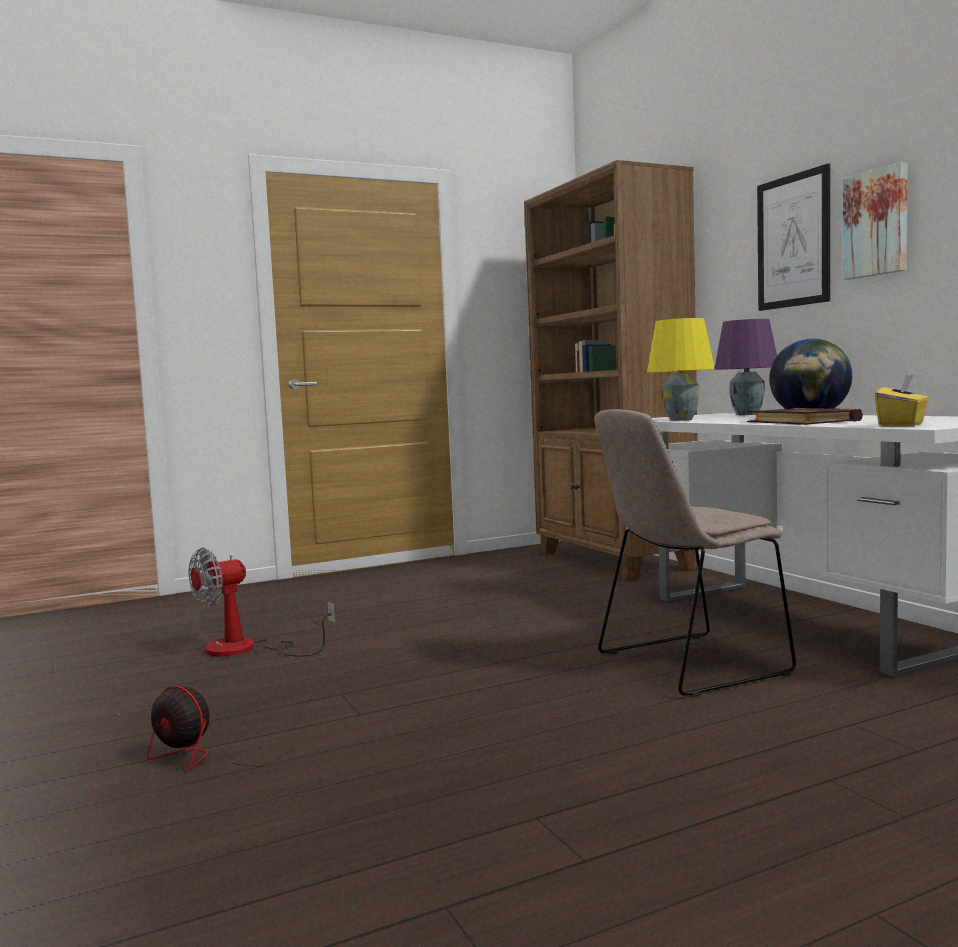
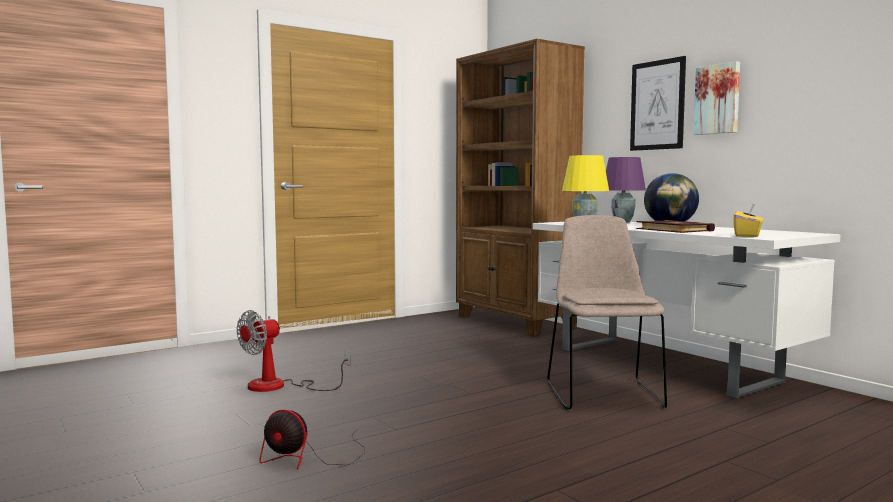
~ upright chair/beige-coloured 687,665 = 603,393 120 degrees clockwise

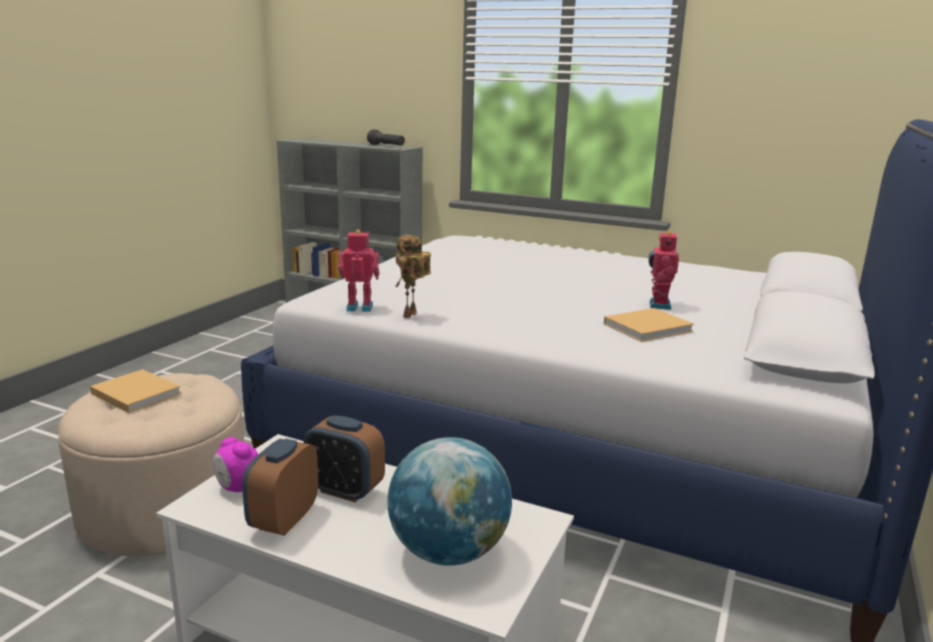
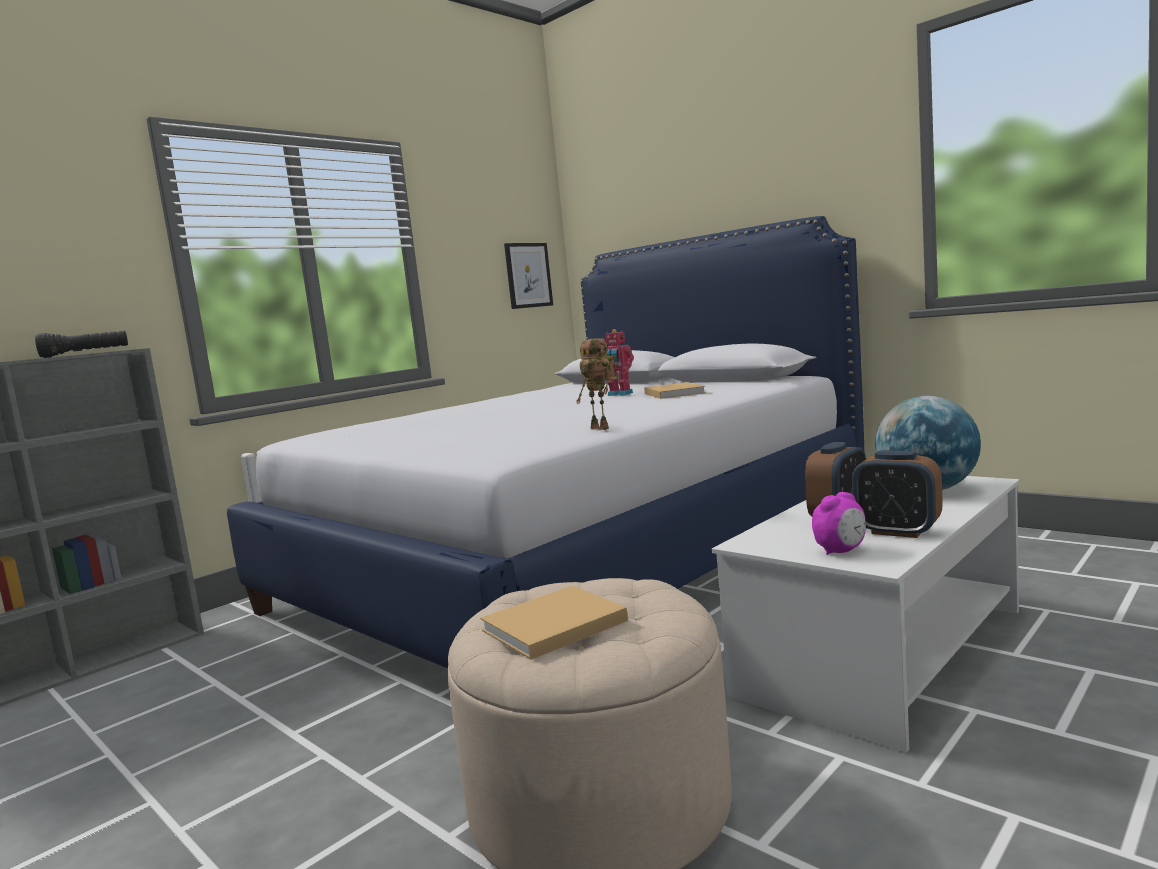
+ wall picture 528,275
- toy robot 360,307

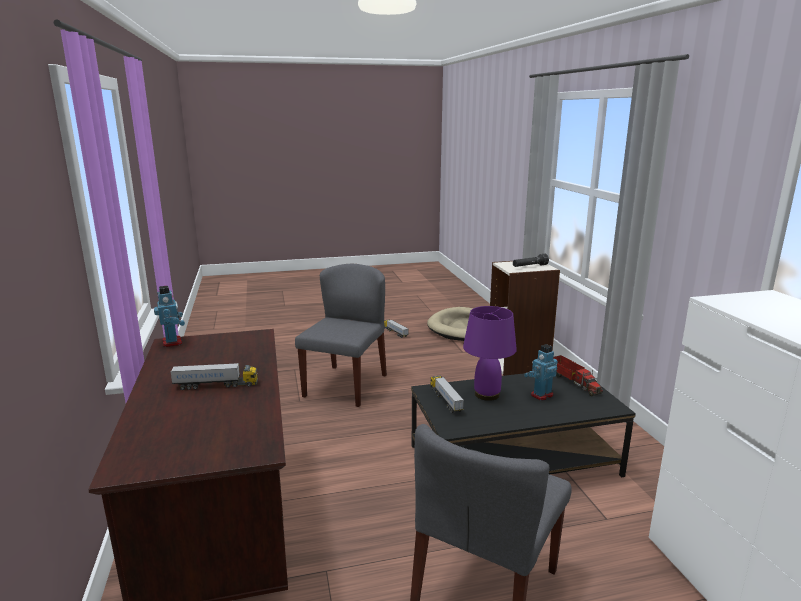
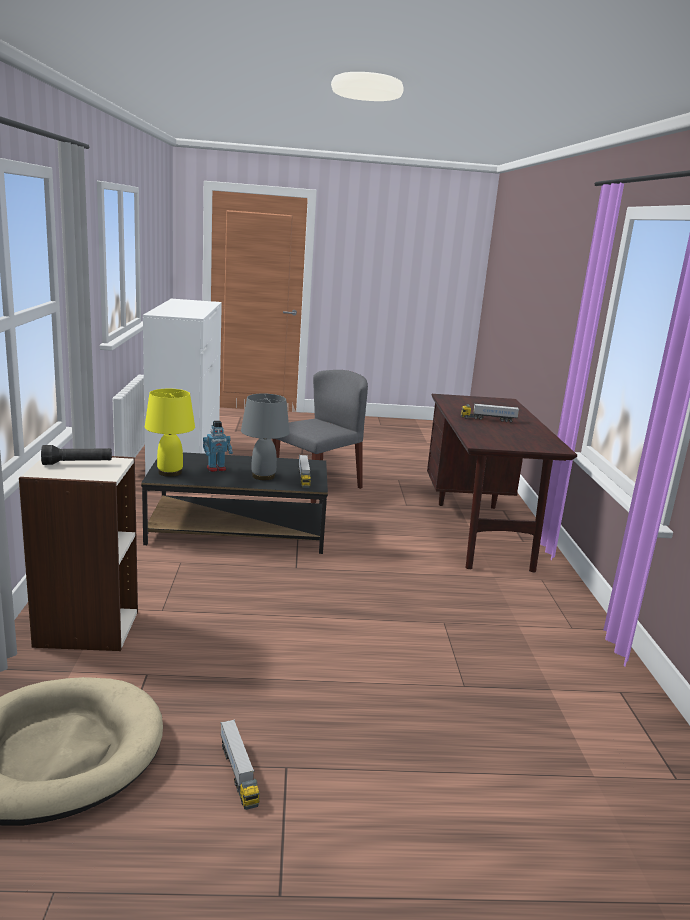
~ toy truck 573,382 to table lamp/yellowish 170,472
~ table lamp/purple-coloured 487,394 to table lamp/gray 263,476
- toy robot 173,342
- upright chair/gray 345,385

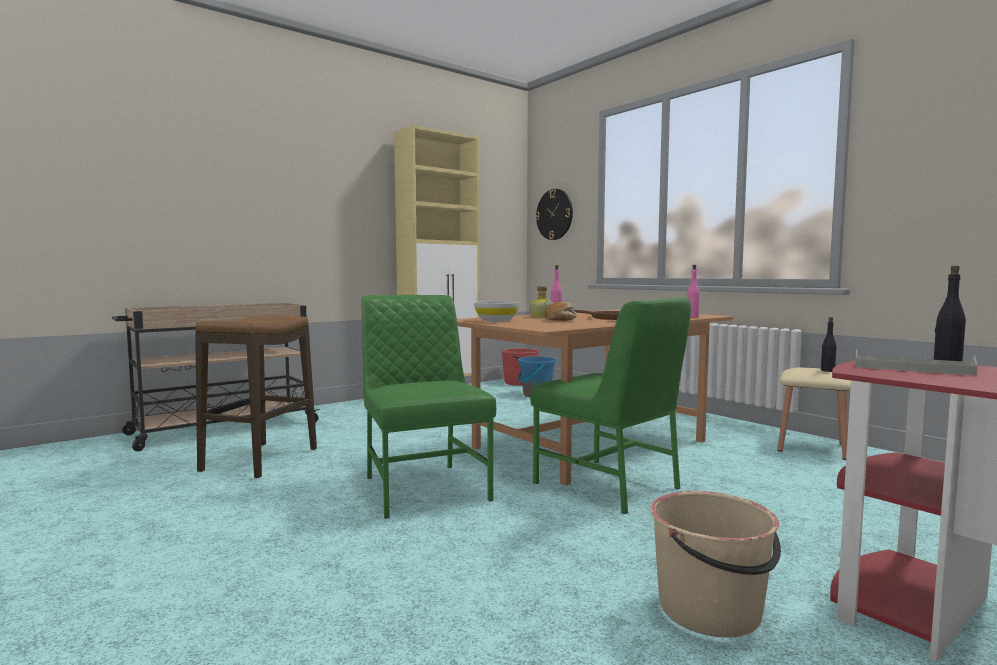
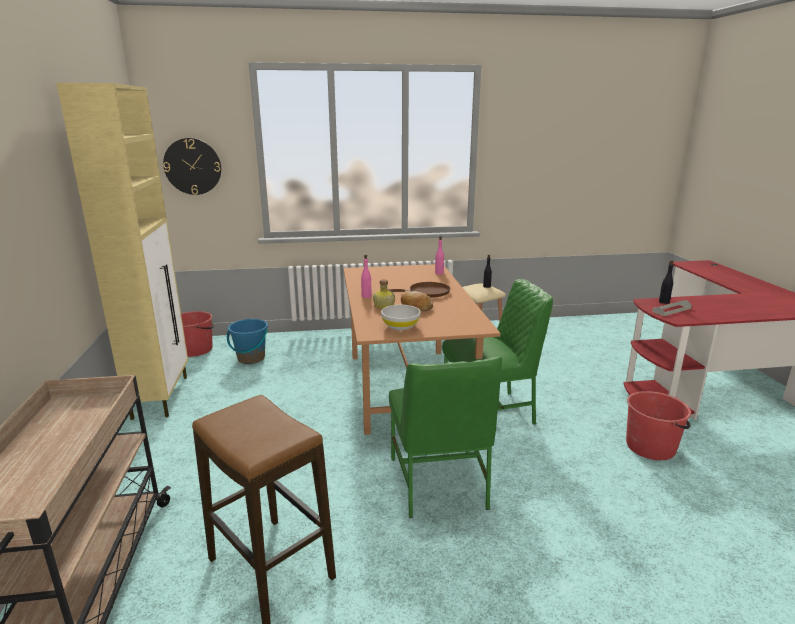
~ upright chair/greenish 424,487 = 439,483 105 degrees counterclockwise
~ bucket/beige-coloured 711,610 to bucket/red-coloured 651,447

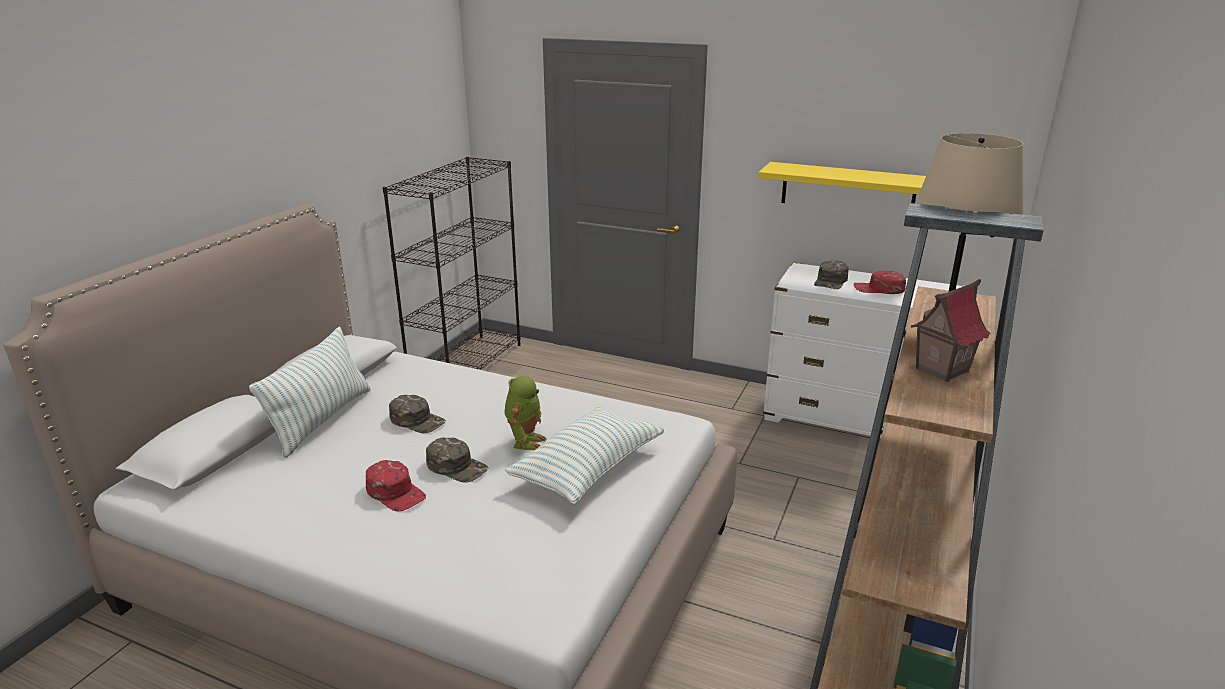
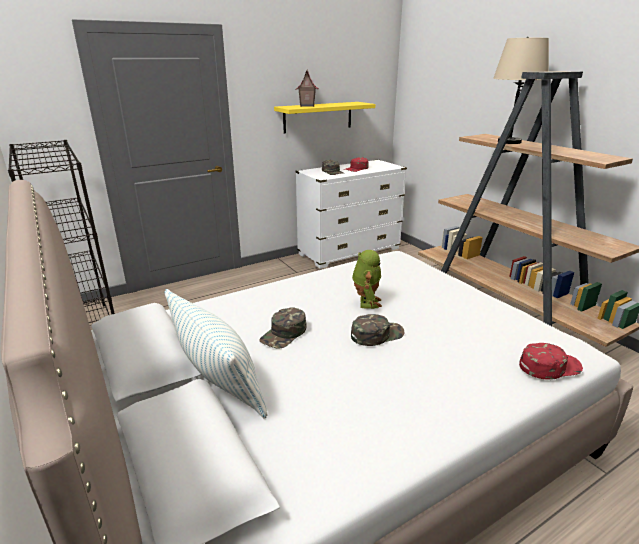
~ baseball cap/greenish 417,420 = 284,334 150 degrees clockwise
~ miniature house 941,369 to 307,106
~ toy robot 525,441 = 366,302 45 degrees clockwise
~ baseball cap/red-coloured 396,492 to 549,366
- throw pillow 588,469

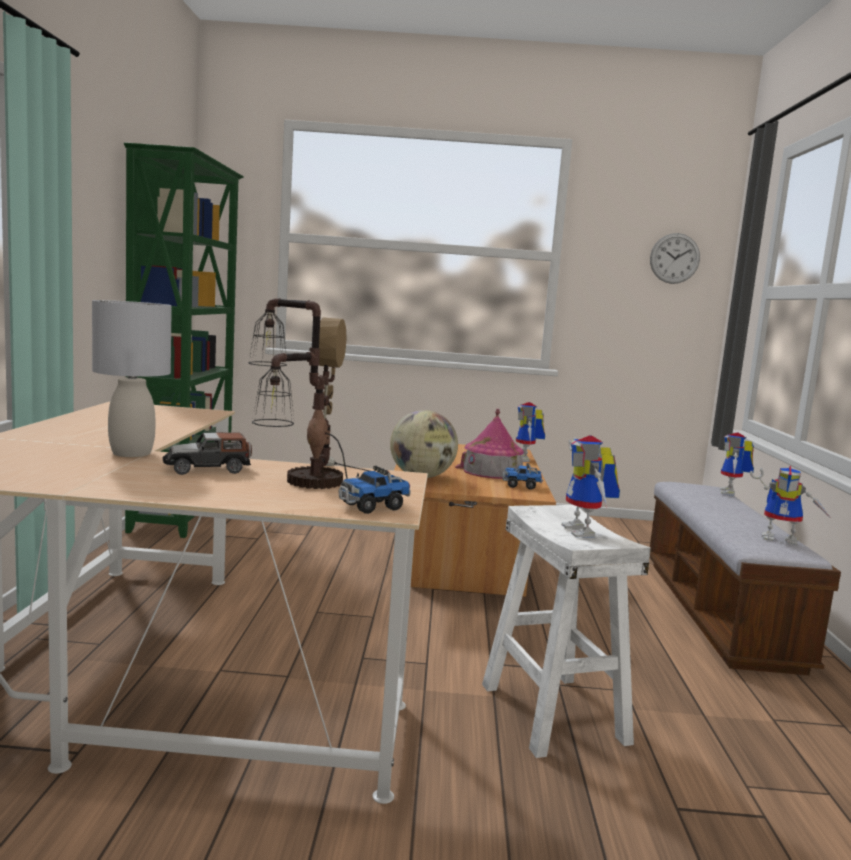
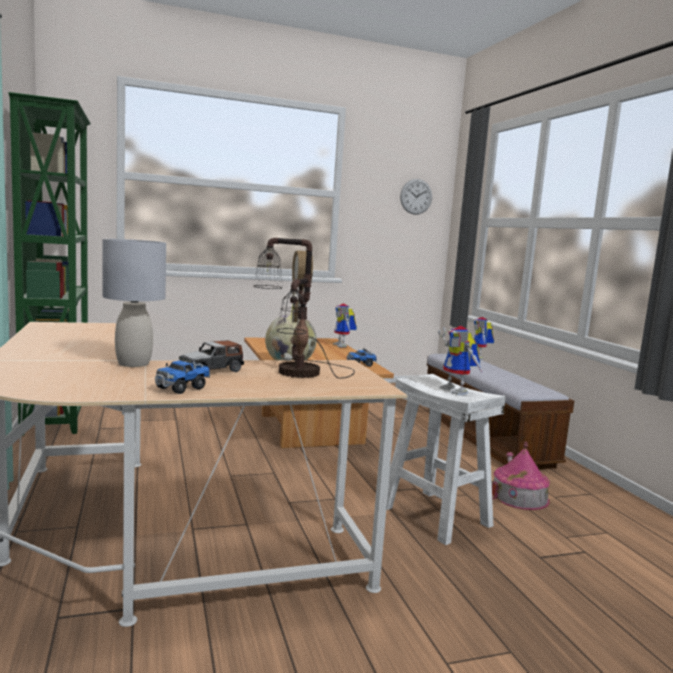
~ toy truck 373,506 to 181,388
~ miniature house 492,471 to 519,496
- toy robot 782,539

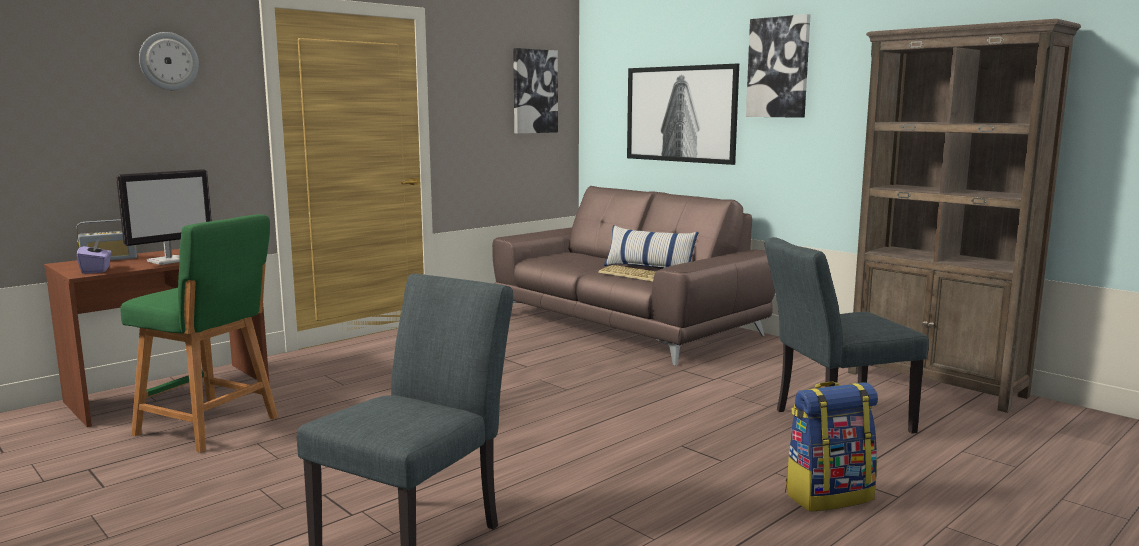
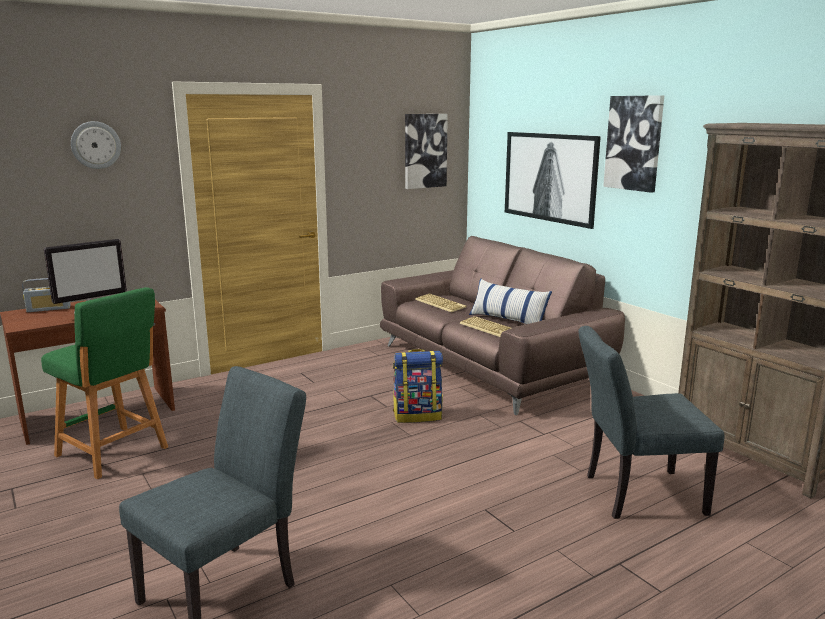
~ knapsack 828,496 to 418,415
+ keyboard 441,304
- tissue box/purple-coloured 96,270

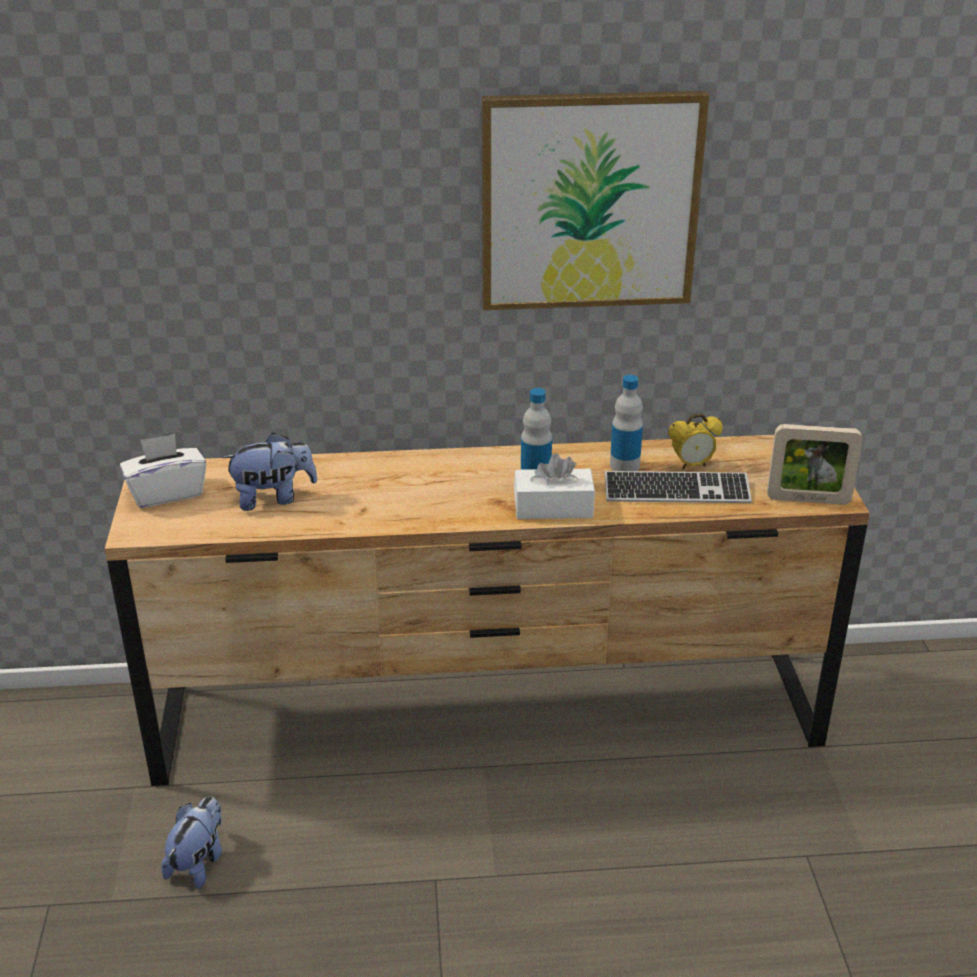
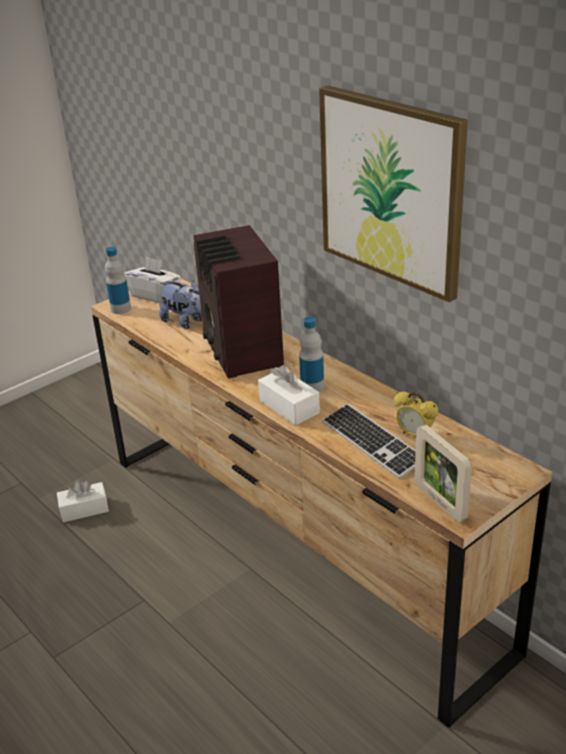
~ cuddly toy 199,862 to tissue box/whitish 84,509
~ bottle 624,466 to 121,309
+ radio set 241,352

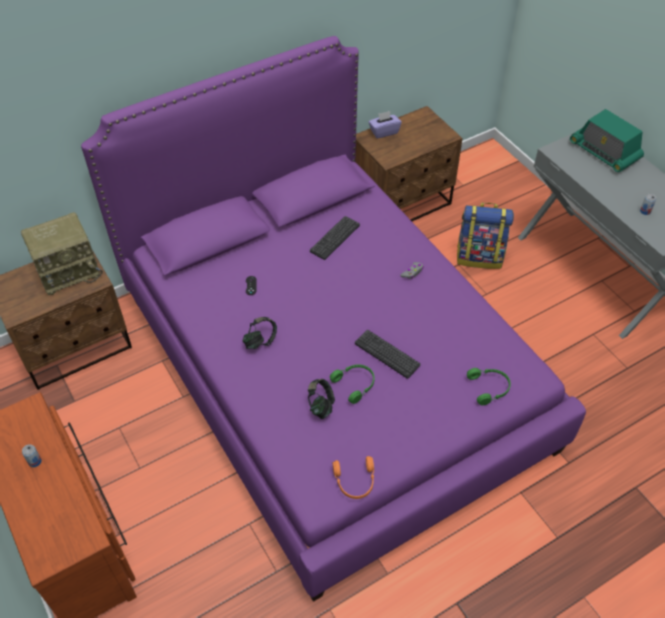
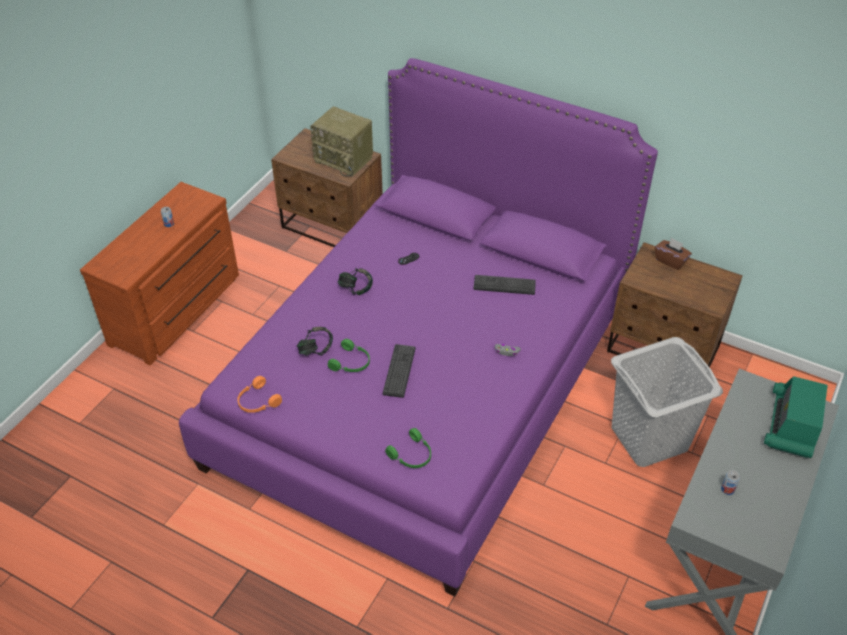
~ knapsack 479,257 to hamper/gray 649,438
~ tissue box/purple-coloured 384,132 to tissue box/brown 670,260

